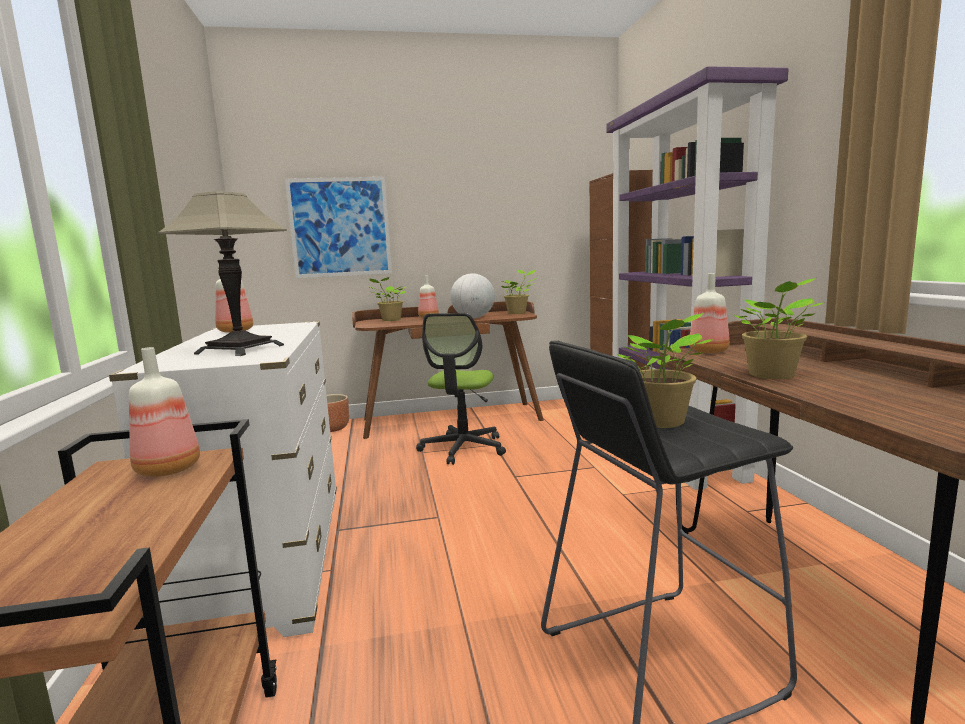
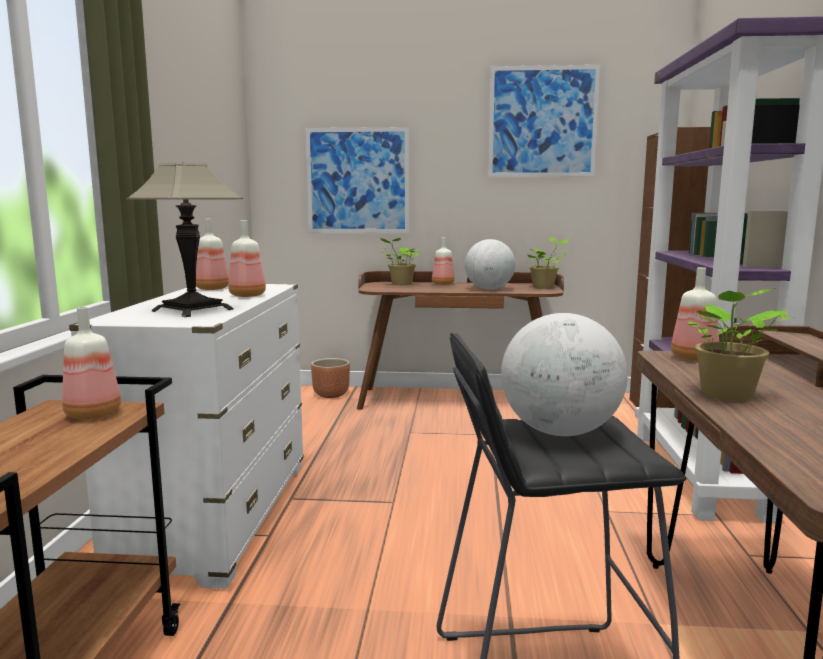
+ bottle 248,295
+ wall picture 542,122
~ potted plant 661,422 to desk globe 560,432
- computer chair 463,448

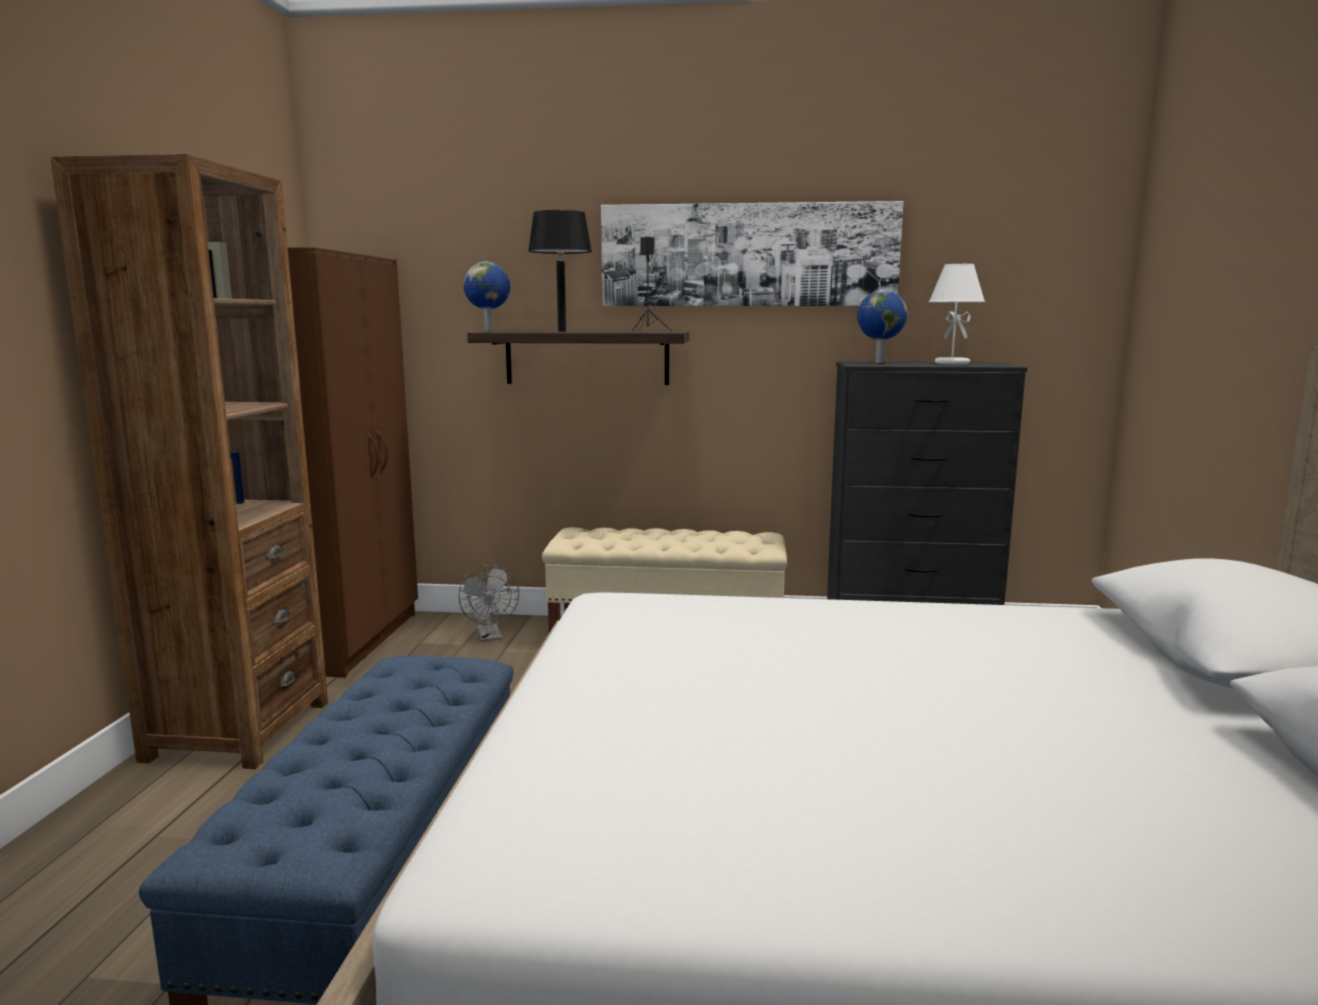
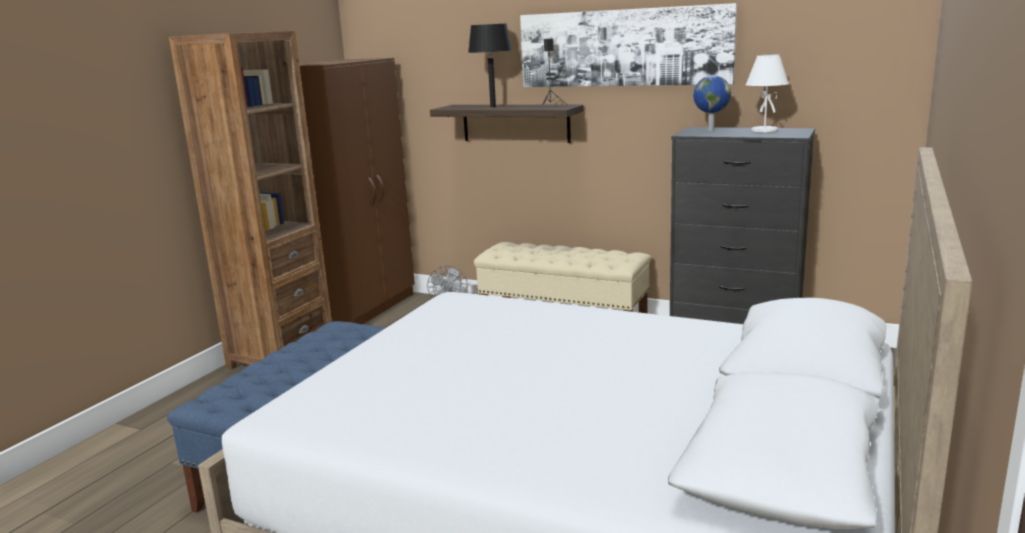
- desk globe 489,331

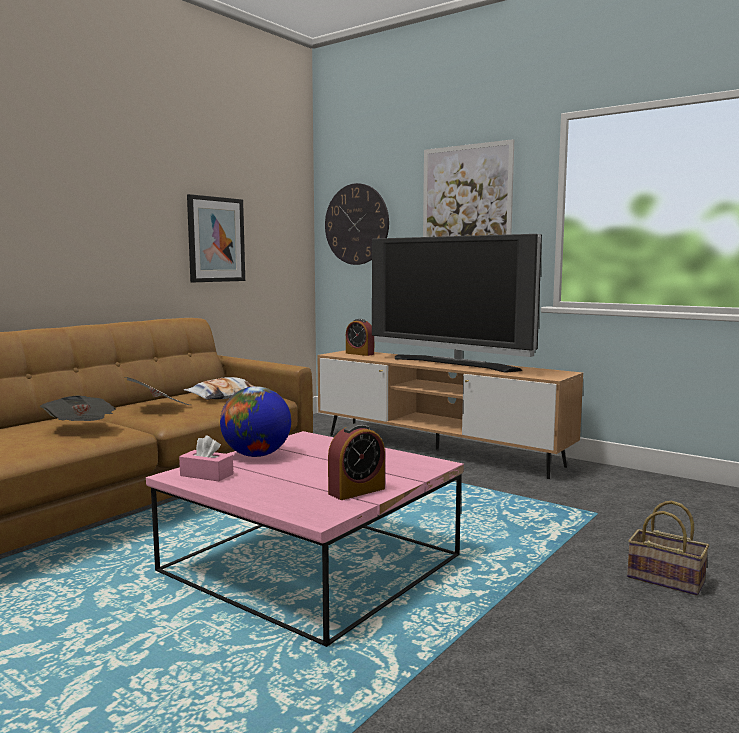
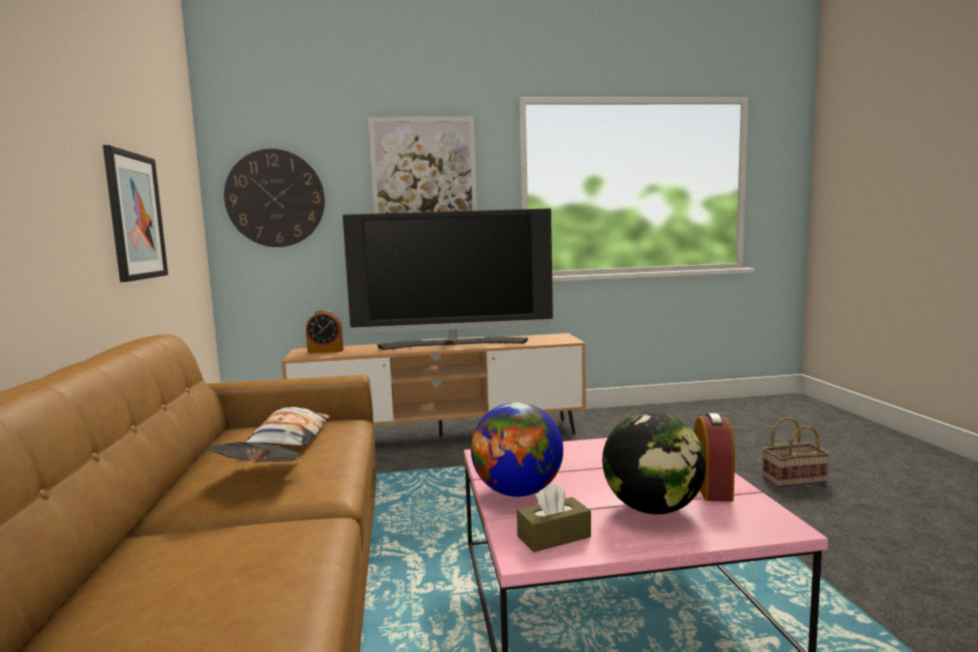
~ tissue box/pinkish 206,475 to tissue box/brown 554,536
+ desk globe 652,509
- printed paper 82,428

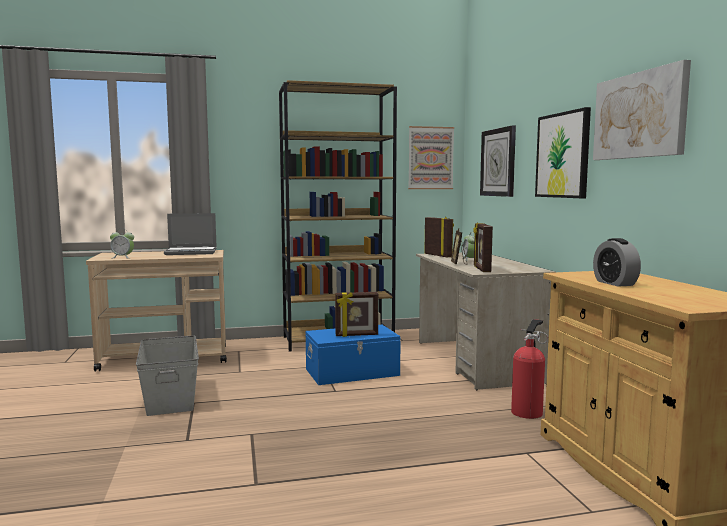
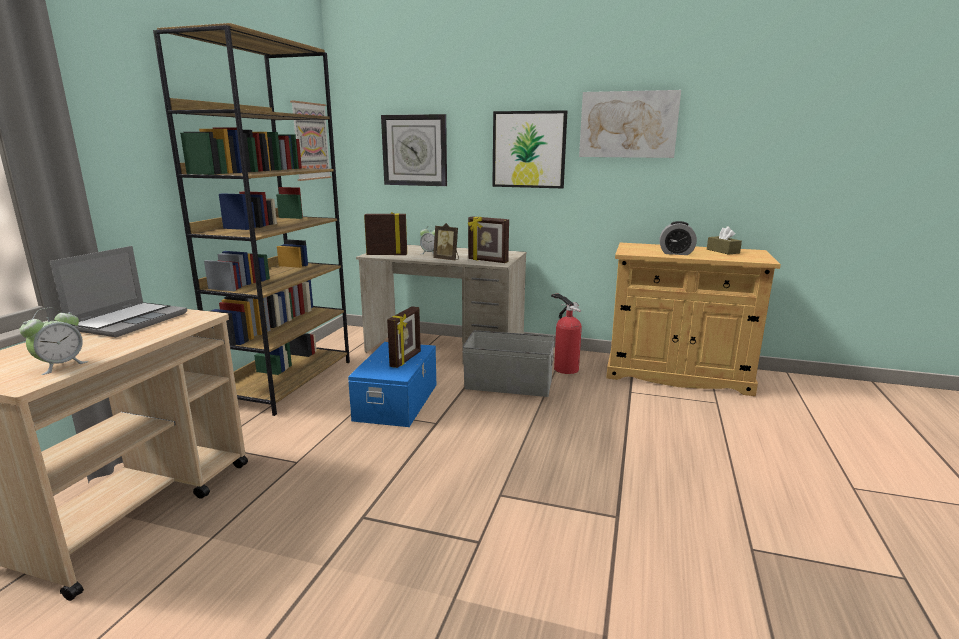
~ storage box/gray 171,396 to 508,384
+ tissue box/brown 722,251

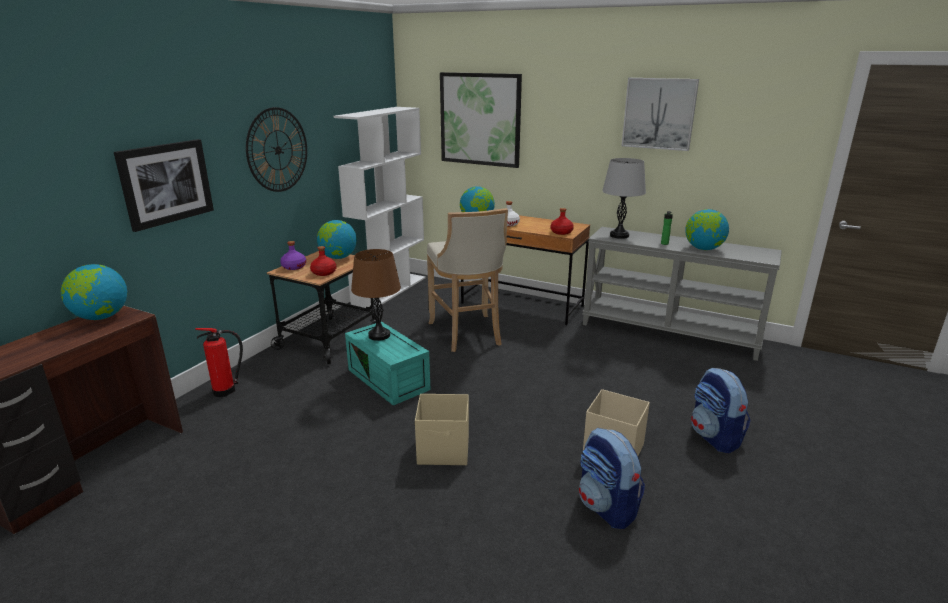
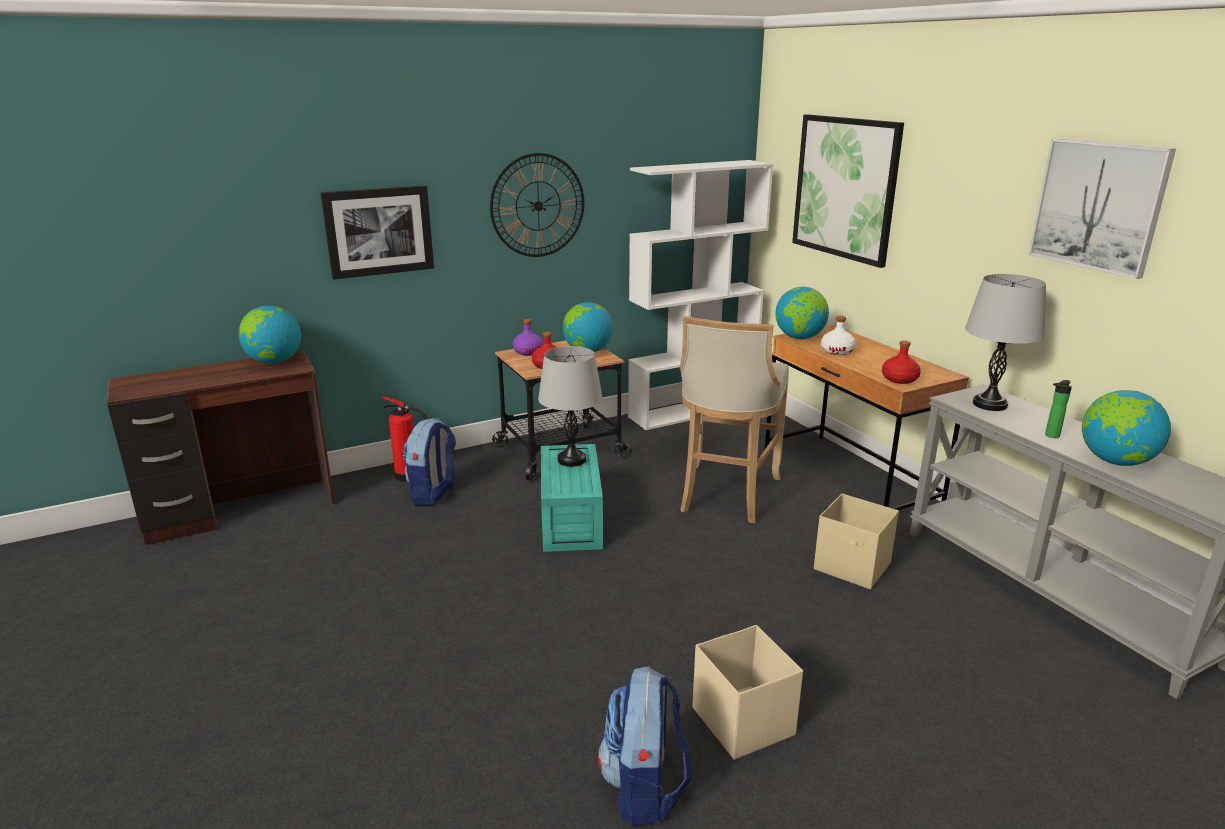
~ knapsack 715,437 to 434,494
~ table lamp/brown 379,335 to table lamp/gray 571,460
~ storage box/beige-coloured 444,450 to 852,567

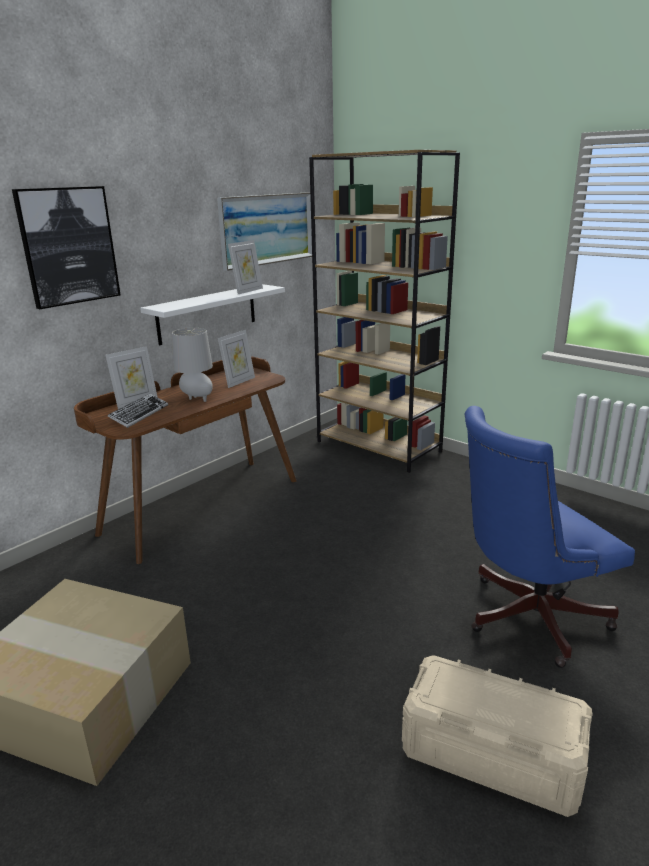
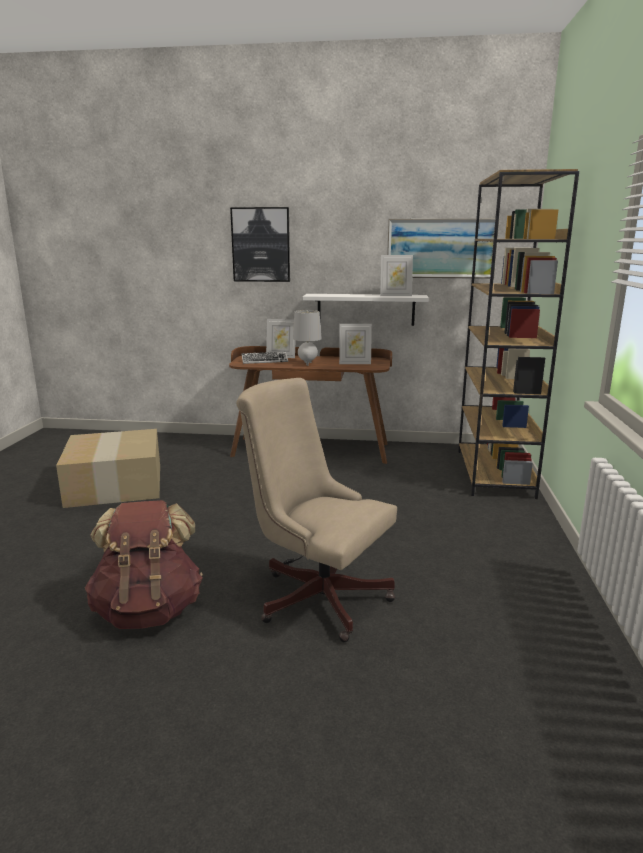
~ storage box/beige-coloured 491,754 to knapsack/brown 149,610
~ computer chair/bluish 526,617 to computer chair/beige-coloured 316,595

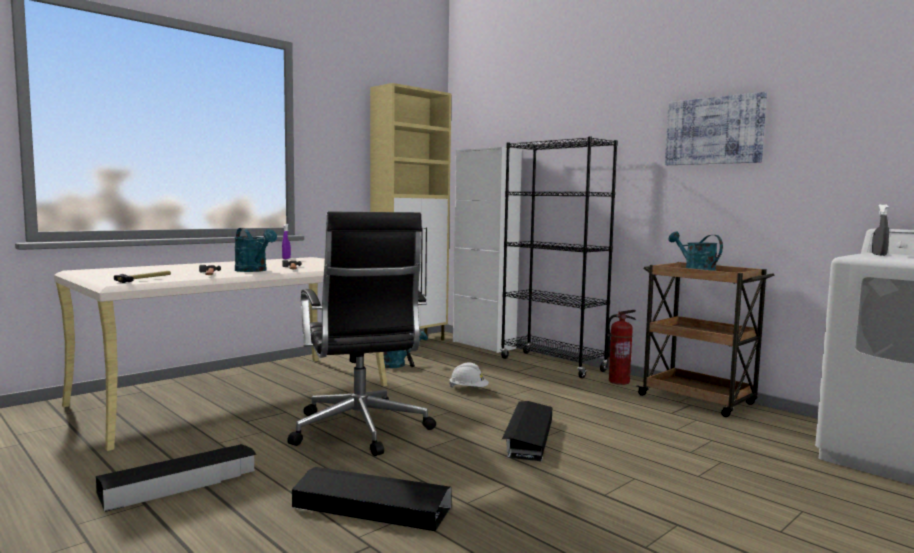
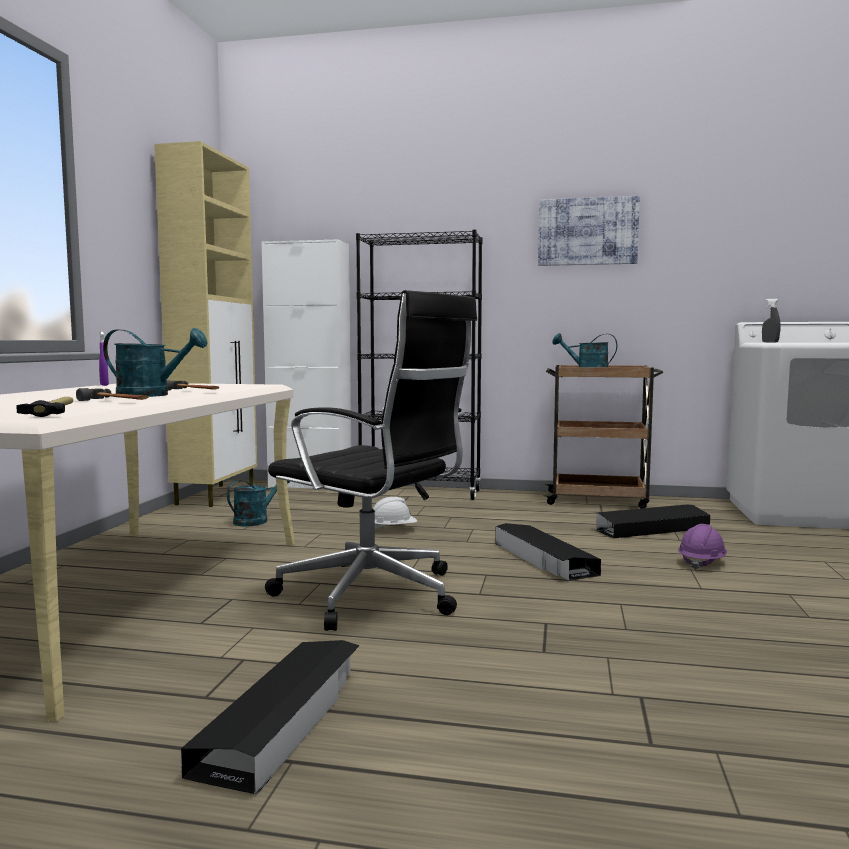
~ storage box/black 371,507 to 650,529
+ hard hat/purple-coloured 701,563
- fire-fighting cylinder 619,381

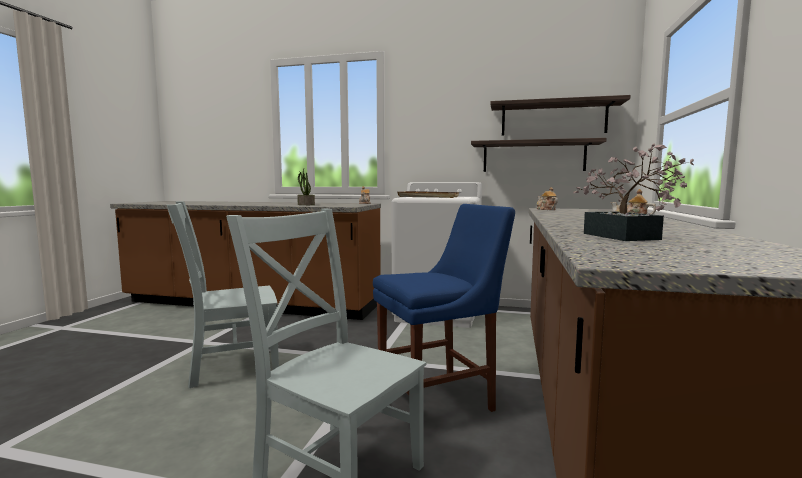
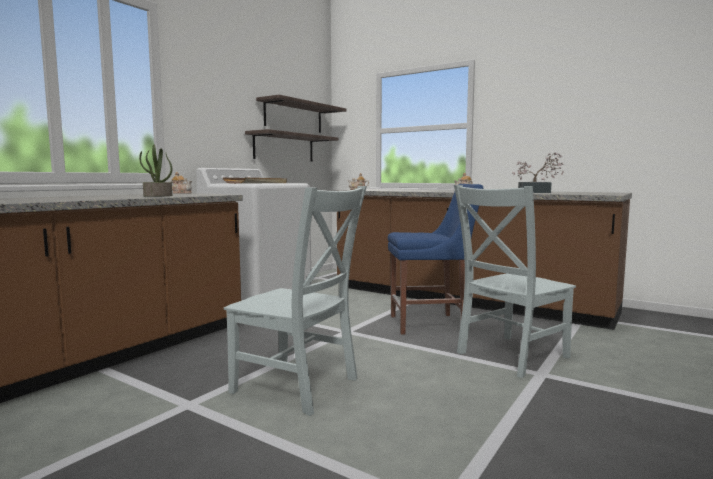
~ upright chair/gray 229,366 = 299,387 60 degrees counterclockwise
~ upright chair/bluish 440,400 = 431,324 90 degrees clockwise

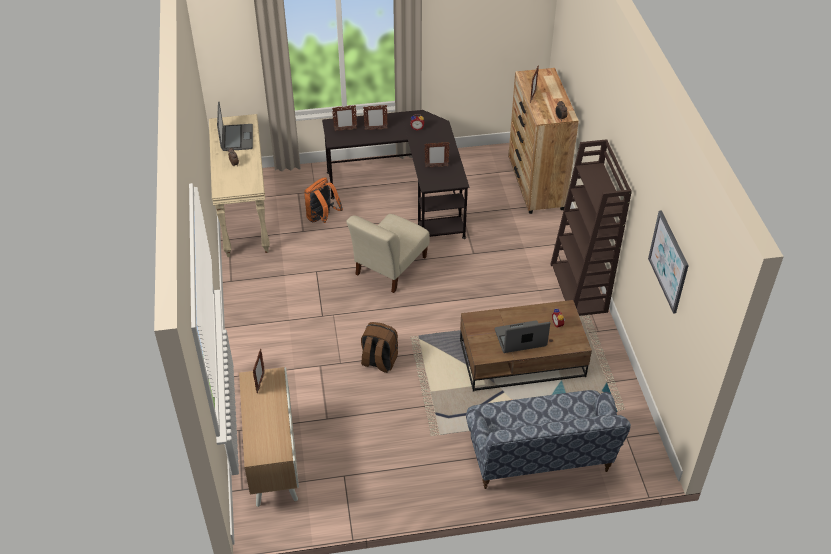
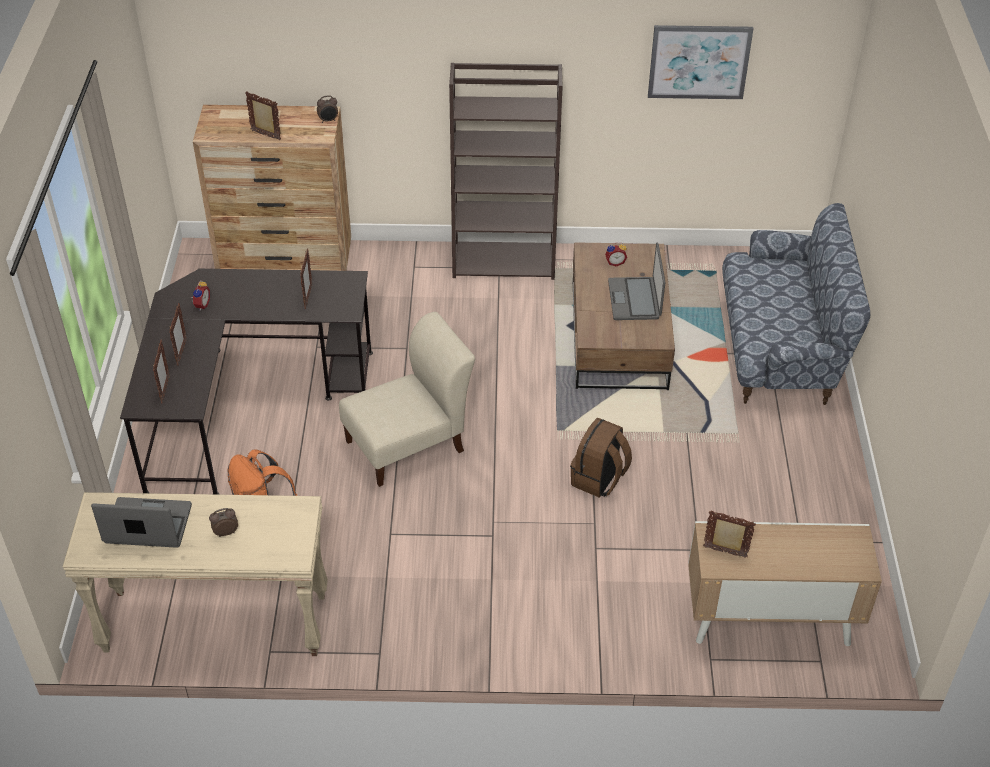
~ upright chair/beige-coloured 389,268 = 409,444 75 degrees counterclockwise

